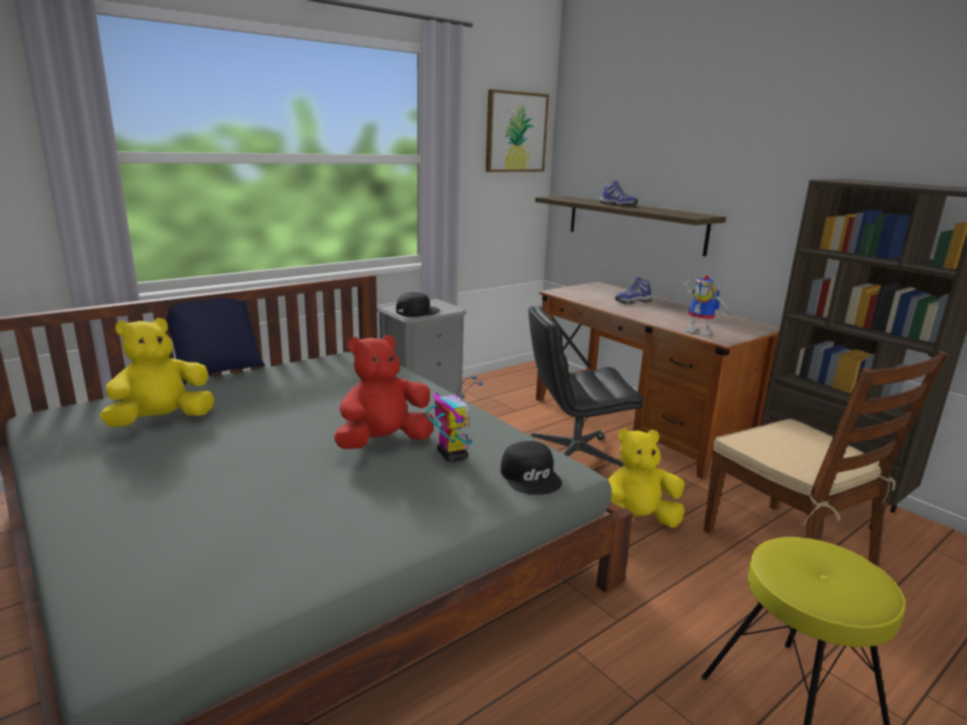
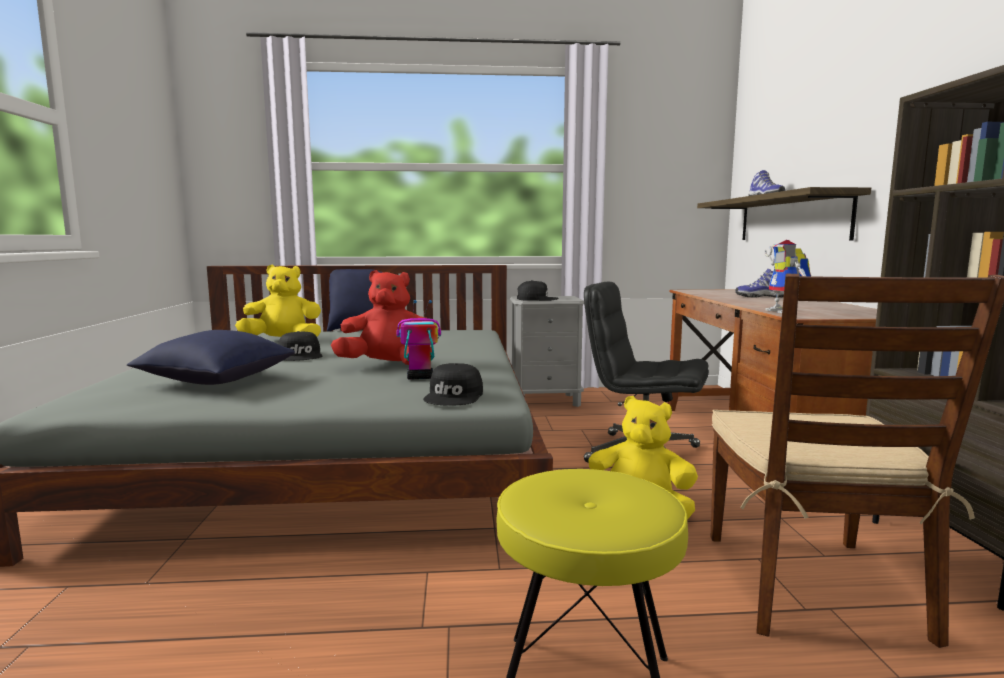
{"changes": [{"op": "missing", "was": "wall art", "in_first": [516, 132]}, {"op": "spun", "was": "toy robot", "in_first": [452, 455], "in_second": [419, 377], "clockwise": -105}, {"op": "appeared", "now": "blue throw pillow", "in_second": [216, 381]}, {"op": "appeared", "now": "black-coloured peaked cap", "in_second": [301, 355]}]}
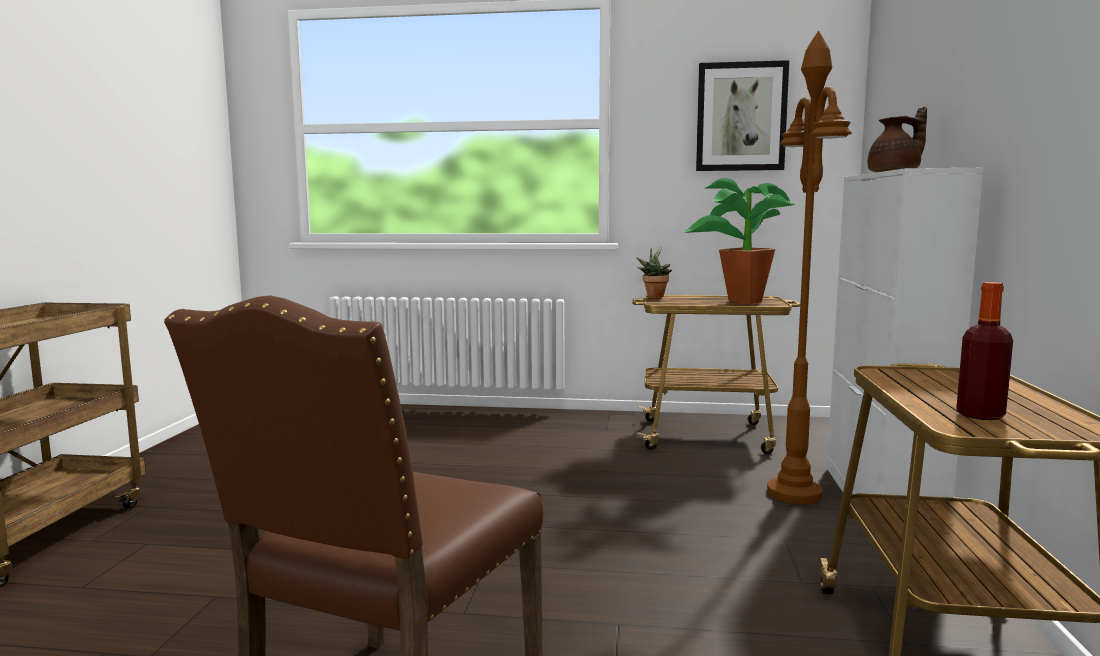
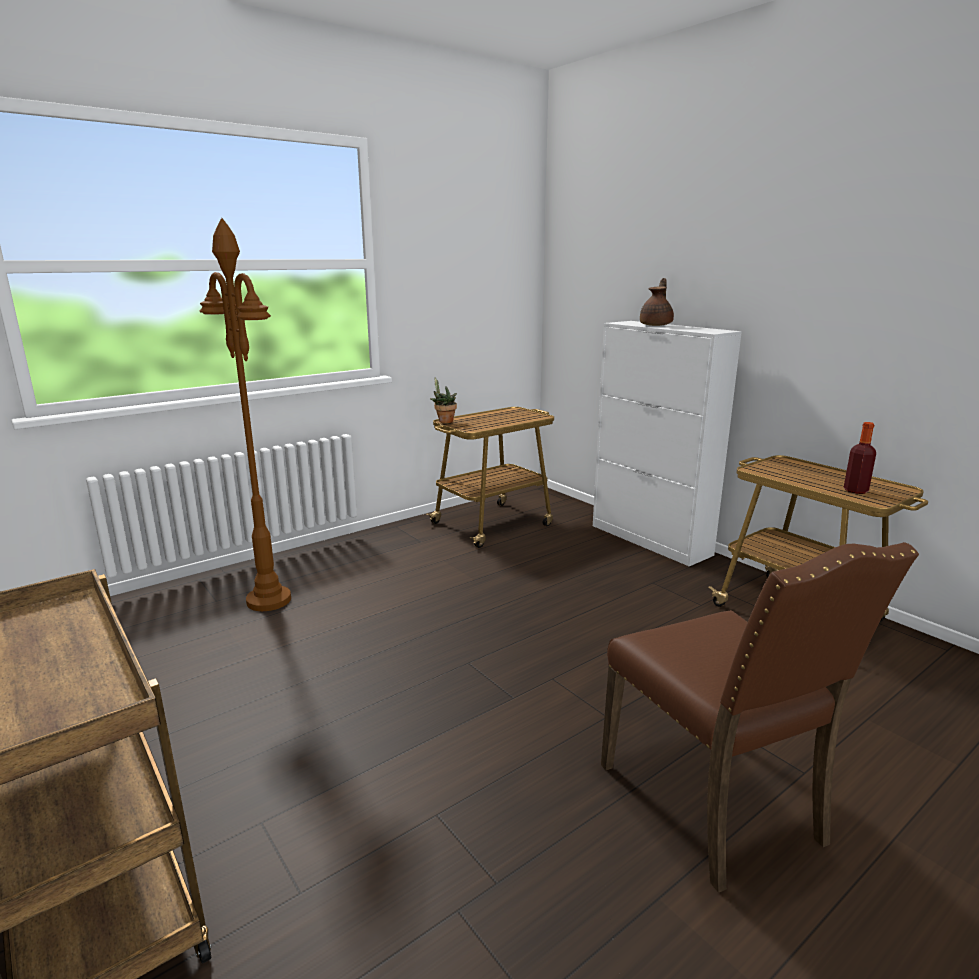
{"changes": [{"op": "relocated", "was": "brownish floor lamp", "in_first": [794, 493], "in_second": [269, 600]}, {"op": "missing", "was": "wall art", "in_first": [741, 117]}, {"op": "missing", "was": "potted plant", "in_first": [738, 302]}]}
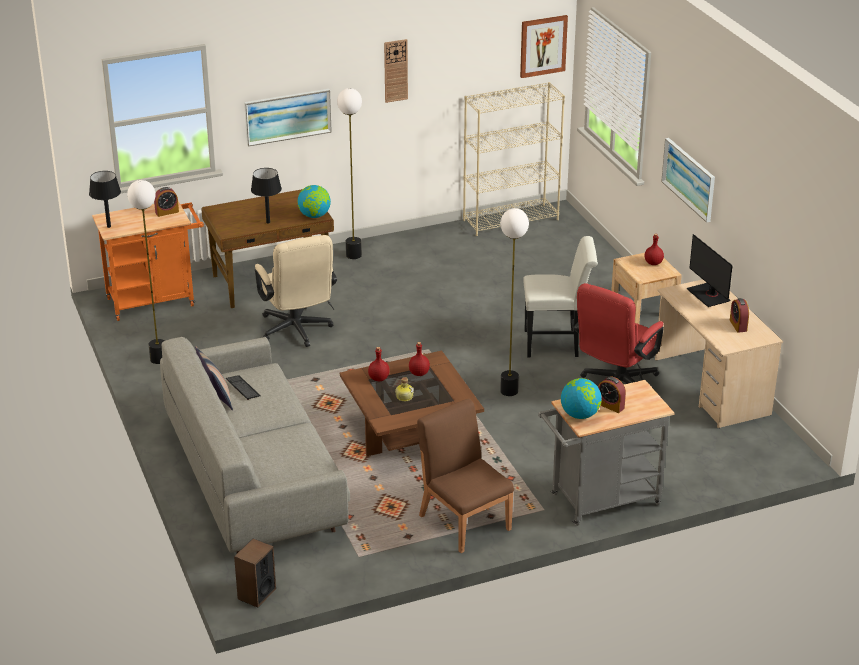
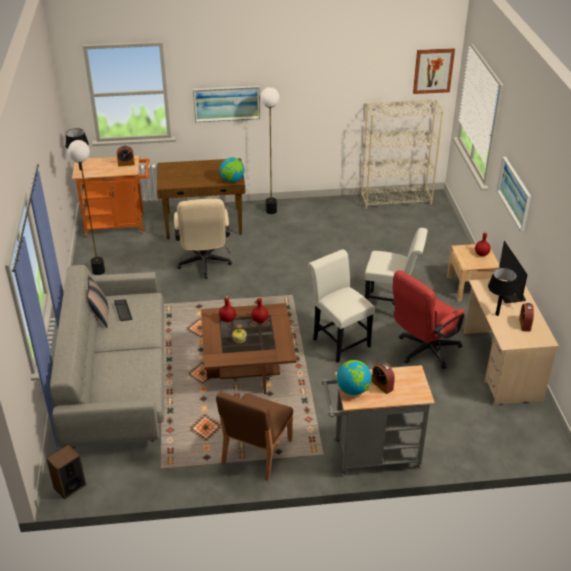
{"changes": [{"op": "missing", "was": "wall clock", "in_first": [395, 70]}, {"op": "relocated", "was": "black-coloured lamp for a table", "in_first": [268, 222], "in_second": [497, 314]}, {"op": "exchanged", "was": "floor lamp", "now": "whitish upright chair", "in_first": [509, 391], "in_second": [338, 340]}, {"op": "spun", "was": "brownish upright chair", "in_first": [464, 521], "in_second": [256, 452], "clockwise": -135}]}
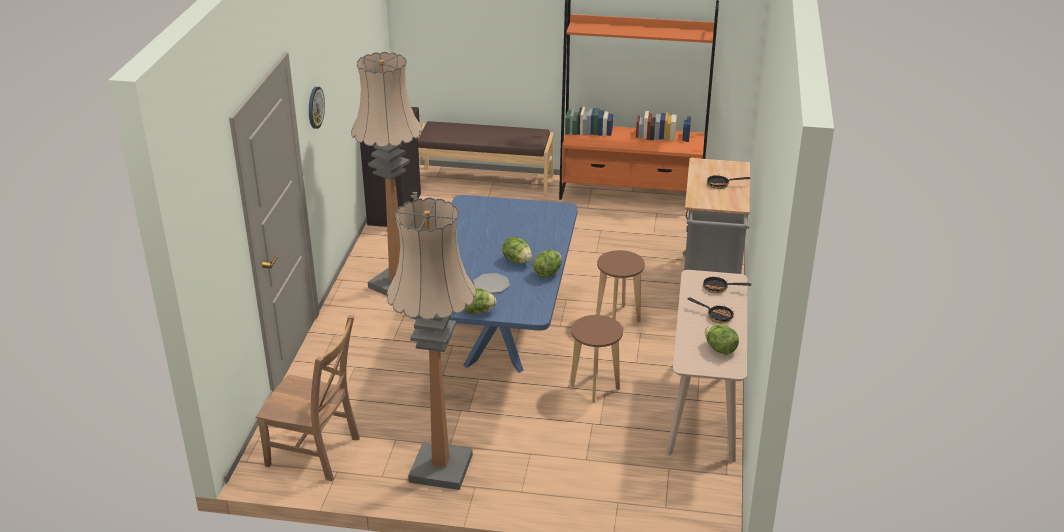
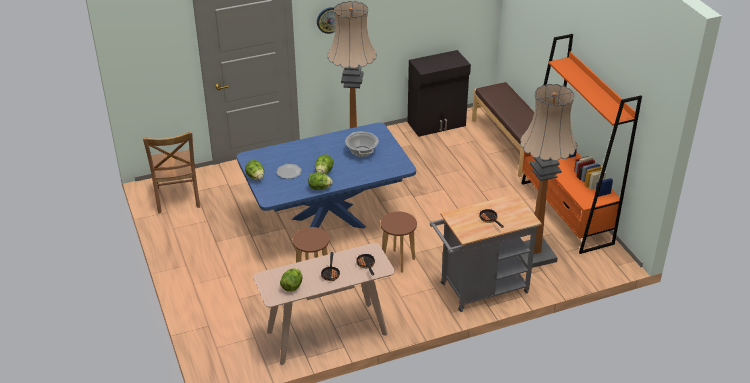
{"changes": [{"op": "relocated", "was": "floor lamp", "in_first": [441, 468], "in_second": [534, 254]}, {"op": "appeared", "now": "cooking pot", "in_second": [361, 151]}]}
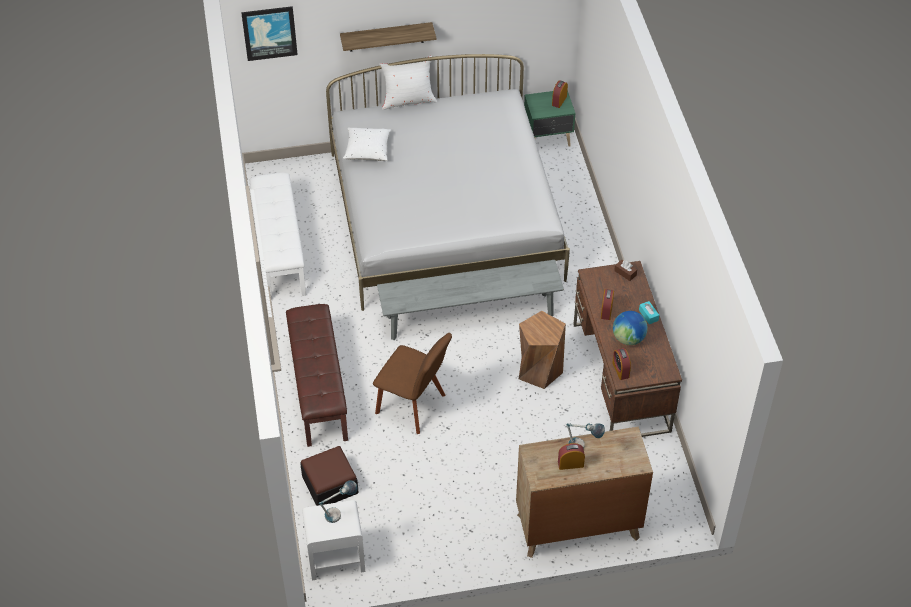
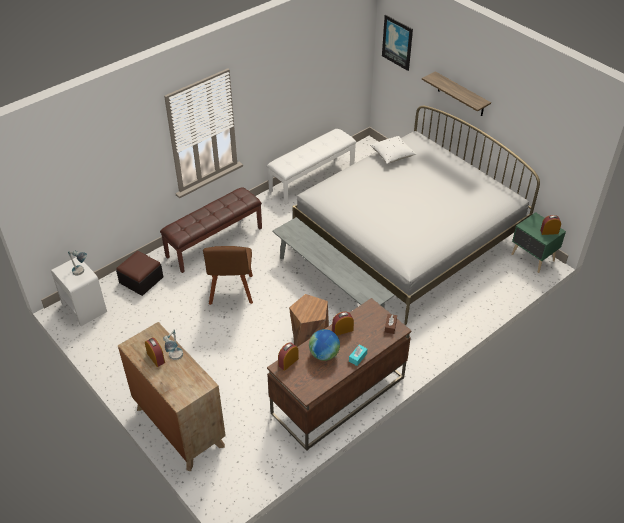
{"changes": [{"op": "missing", "was": "whitish throw pillow", "in_first": [408, 100]}]}
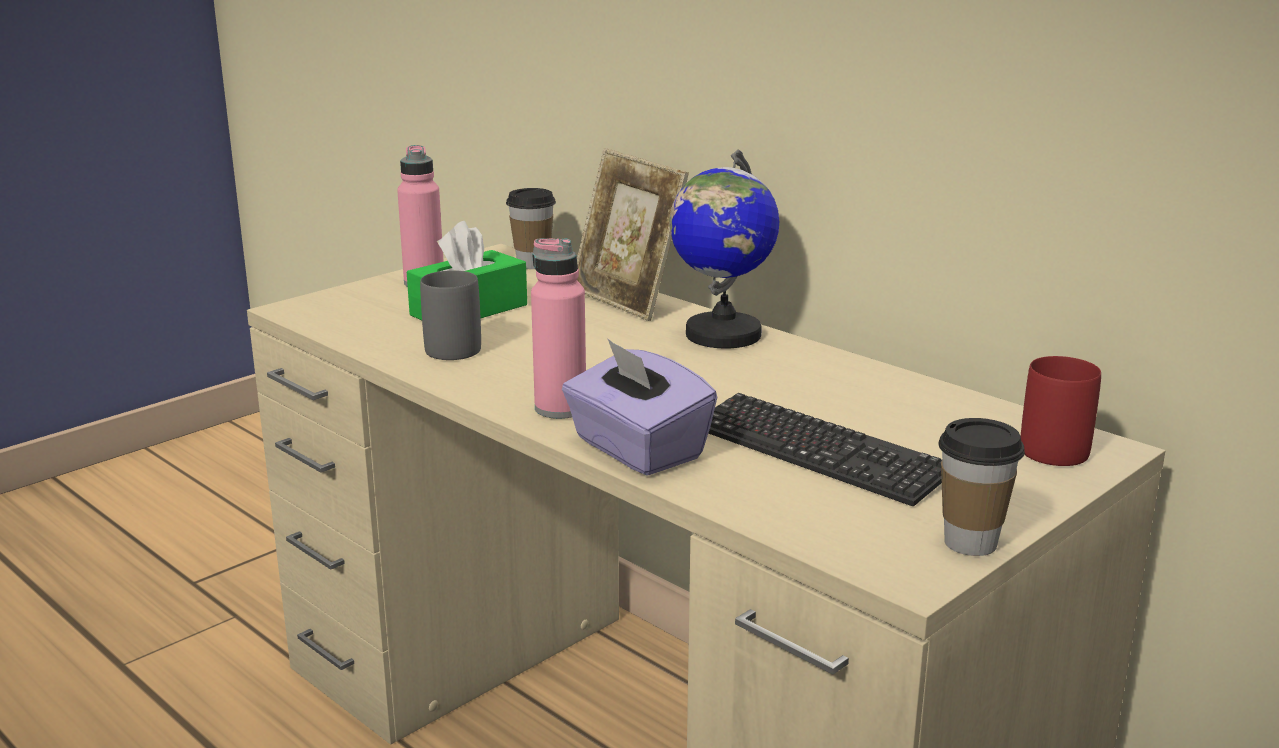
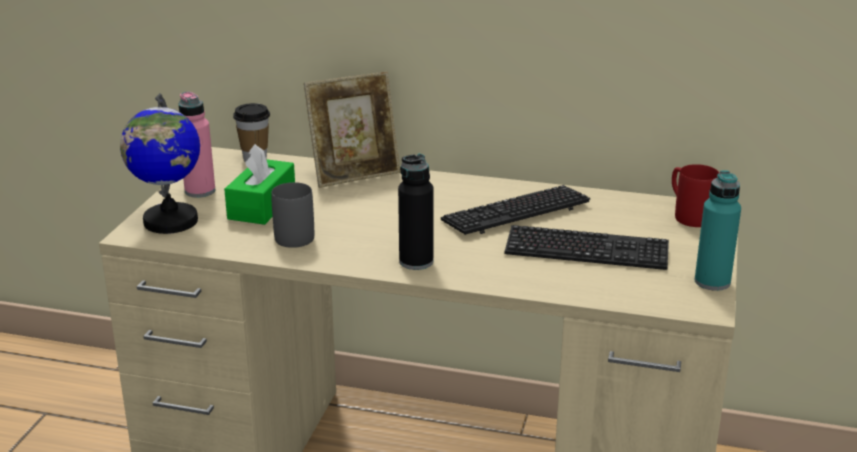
{"changes": [{"op": "spun", "was": "standing frame", "in_first": [626, 300], "in_second": [354, 174], "clockwise": -45}, {"op": "relocated", "was": "globe", "in_first": [722, 335], "in_second": [170, 221]}, {"op": "colour", "was": "pinkish bottle", "now": "black-coloured bottle", "in_first": [560, 408], "in_second": [416, 262]}, {"op": "missing", "was": "purplish tissue box", "in_first": [636, 449]}, {"op": "exchanged", "was": "drinking cup", "now": "turquoise bottle", "in_first": [970, 543], "in_second": [712, 282]}, {"op": "appeared", "now": "computer keyboard", "in_second": [516, 213]}]}
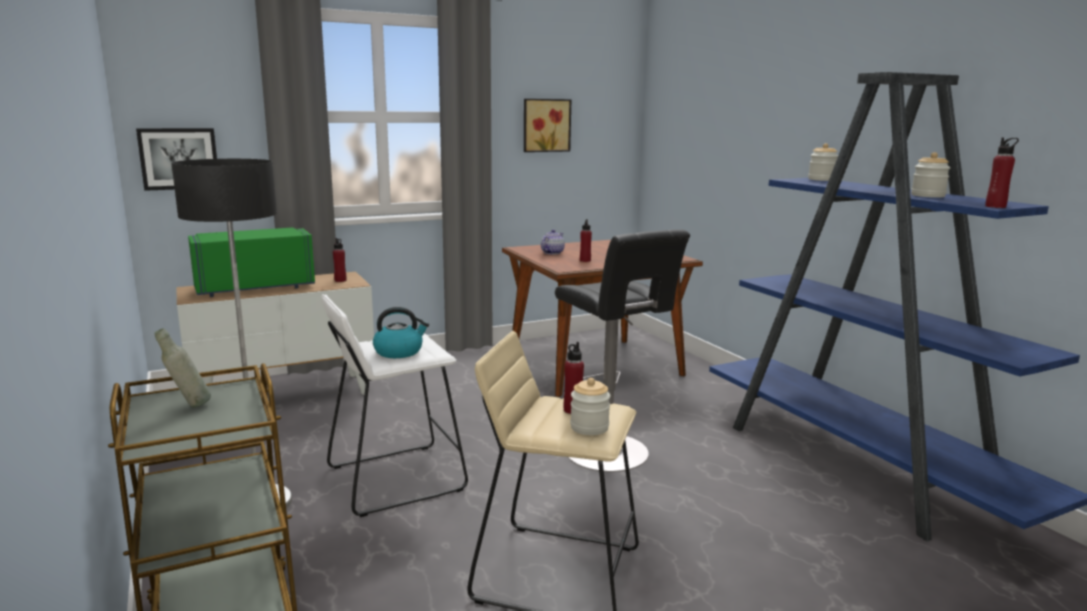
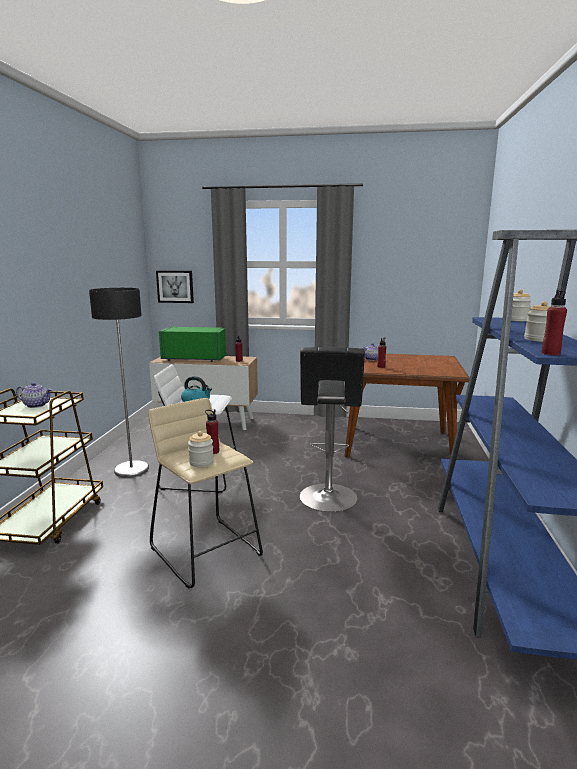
{"changes": [{"op": "missing", "was": "wall art", "in_first": [545, 125]}, {"op": "exchanged", "was": "greyish bottle", "now": "tea pot", "in_first": [188, 407], "in_second": [37, 405]}]}
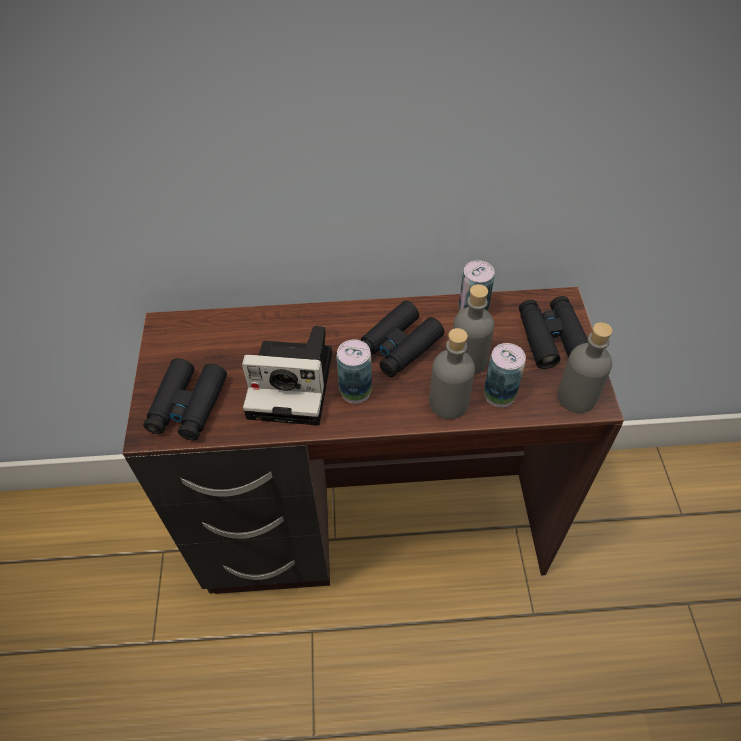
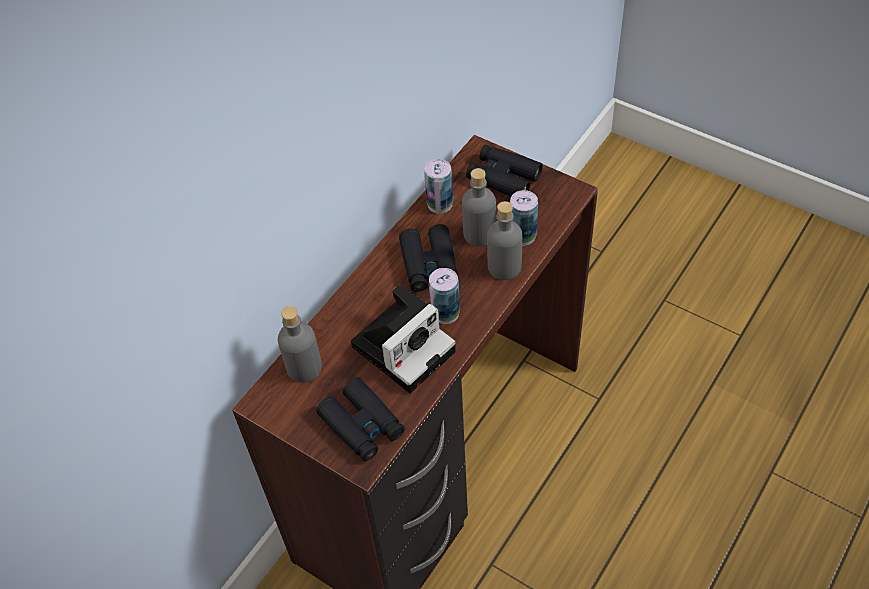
{"changes": [{"op": "relocated", "was": "greyish bottle", "in_first": [576, 397], "in_second": [304, 368]}]}
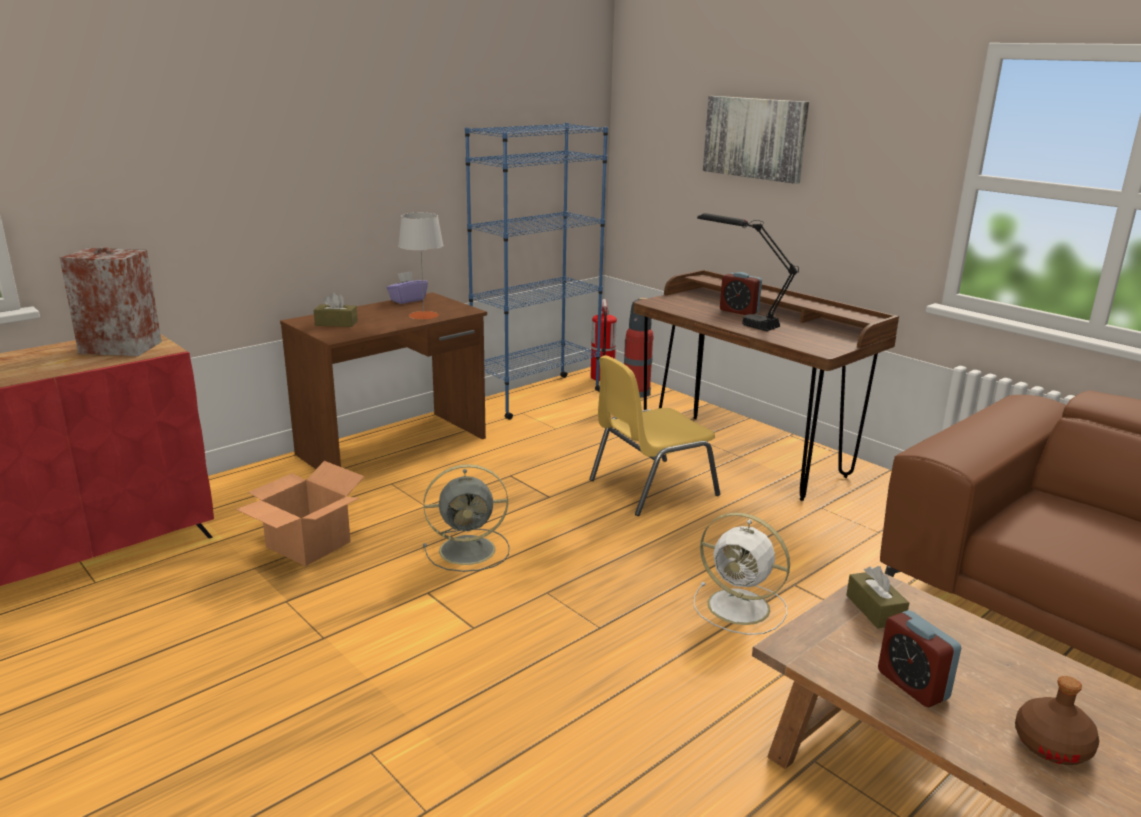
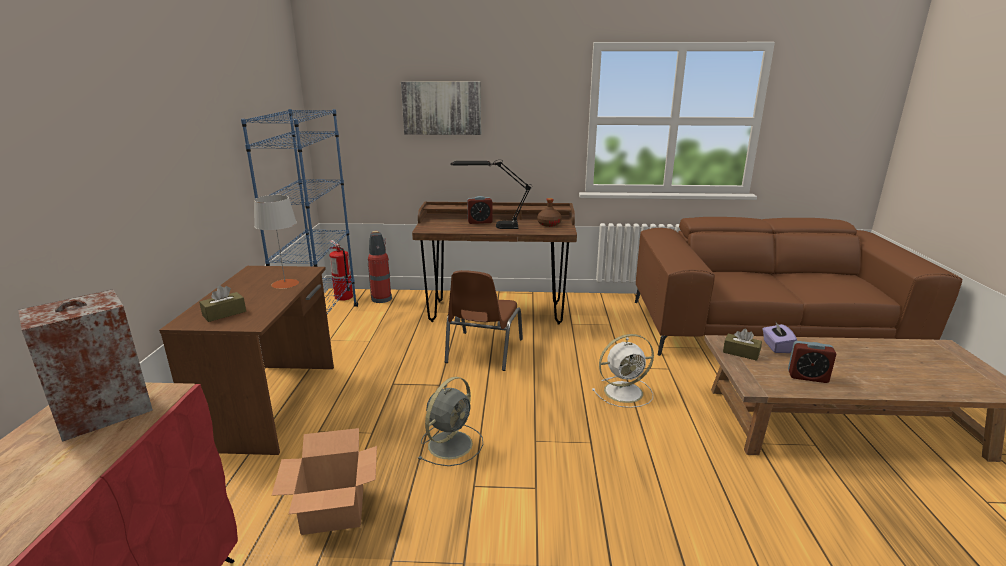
{"changes": [{"op": "relocated", "was": "purplish tissue box", "in_first": [407, 300], "in_second": [776, 347]}, {"op": "colour", "was": "yellow upright chair", "now": "brownish upright chair", "in_first": [650, 487], "in_second": [483, 351]}, {"op": "relocated", "was": "brownish bottle", "in_first": [1052, 745], "in_second": [549, 224]}]}
